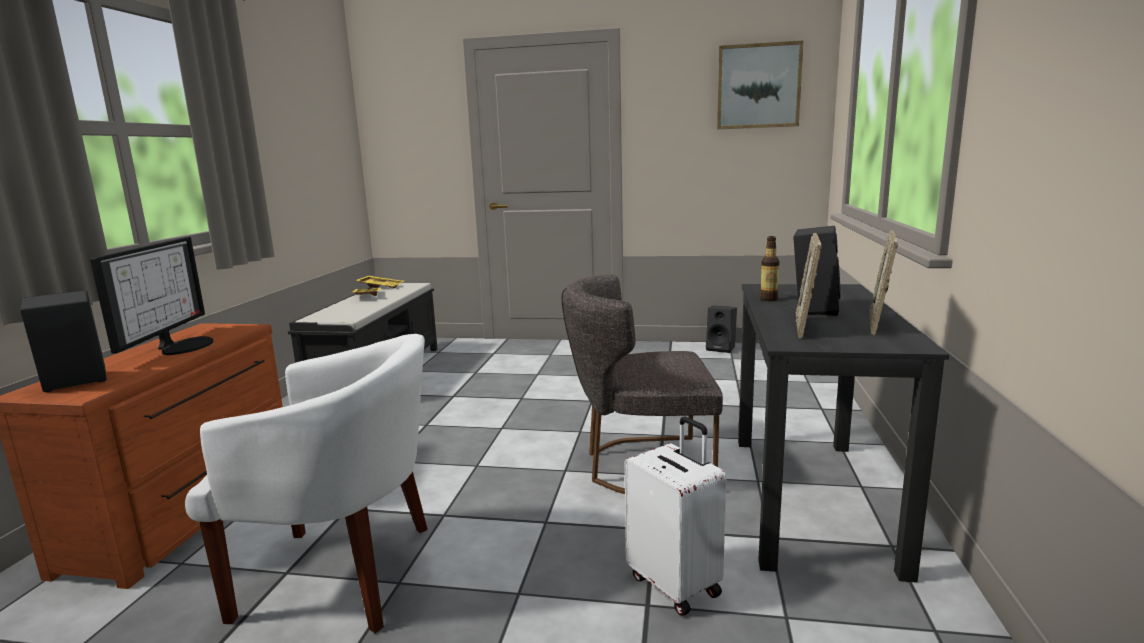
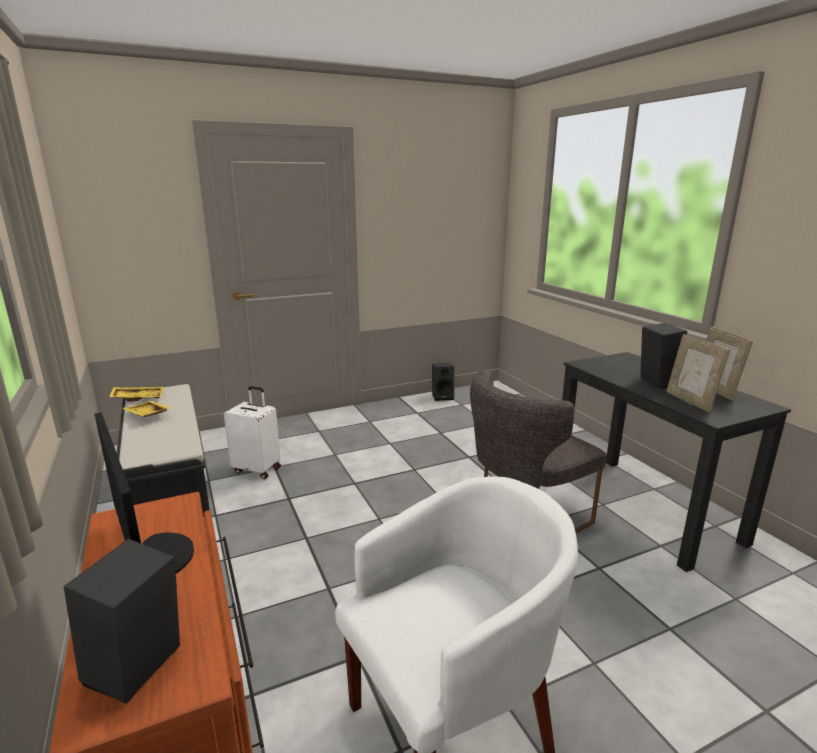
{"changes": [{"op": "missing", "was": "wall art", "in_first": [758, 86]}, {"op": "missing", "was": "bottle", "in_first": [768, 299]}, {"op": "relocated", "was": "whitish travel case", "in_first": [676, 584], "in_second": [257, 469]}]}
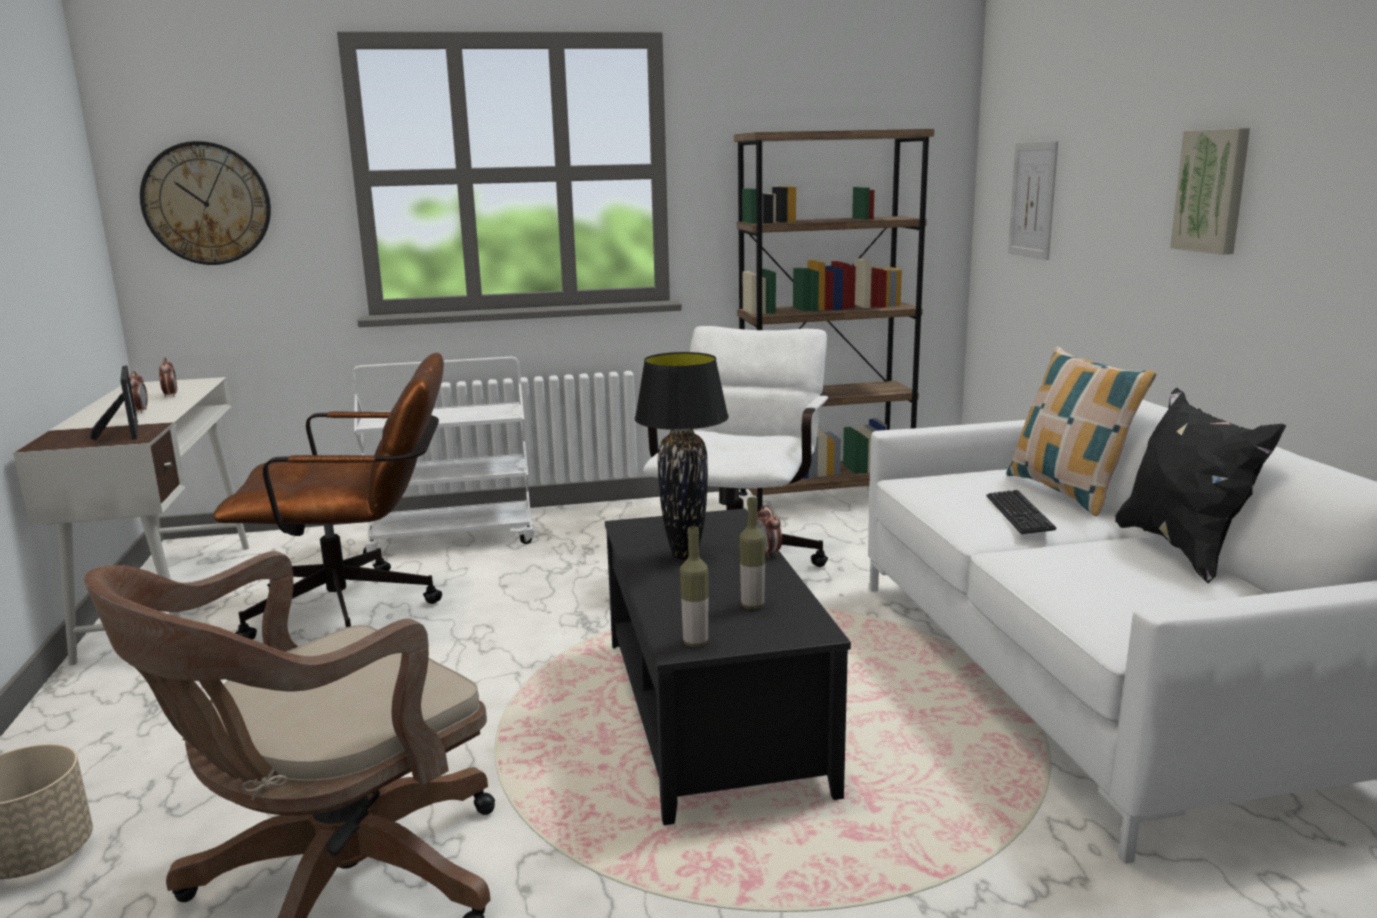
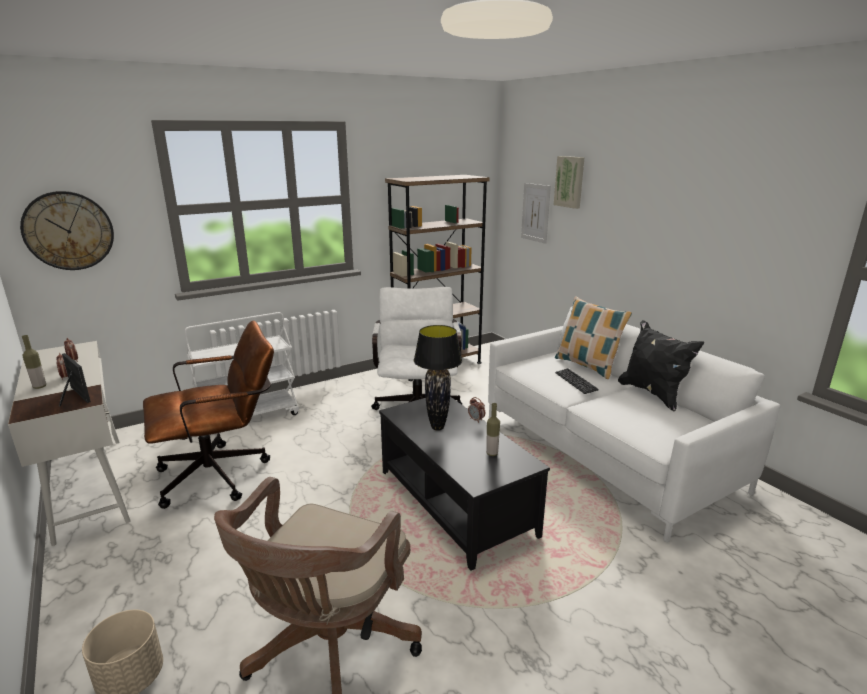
{"changes": [{"op": "relocated", "was": "wall art", "in_first": [1213, 191], "in_second": [570, 182]}, {"op": "relocated", "was": "bottle", "in_first": [695, 642], "in_second": [39, 387]}]}
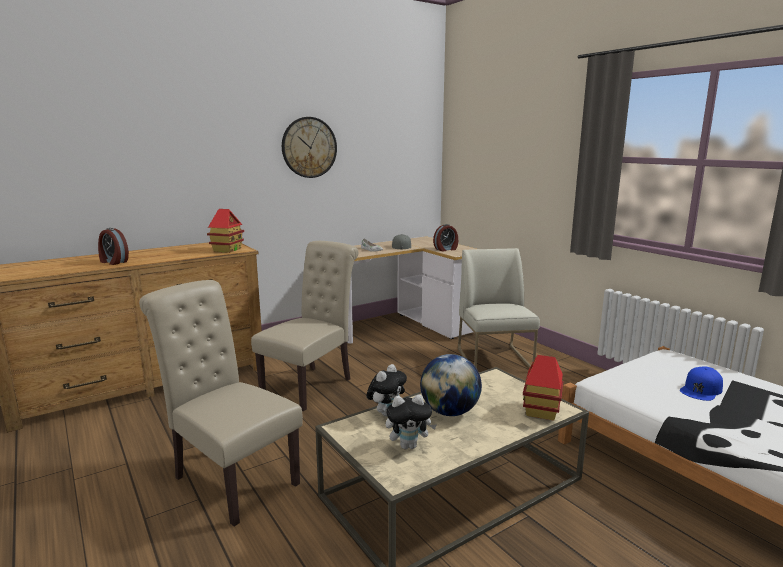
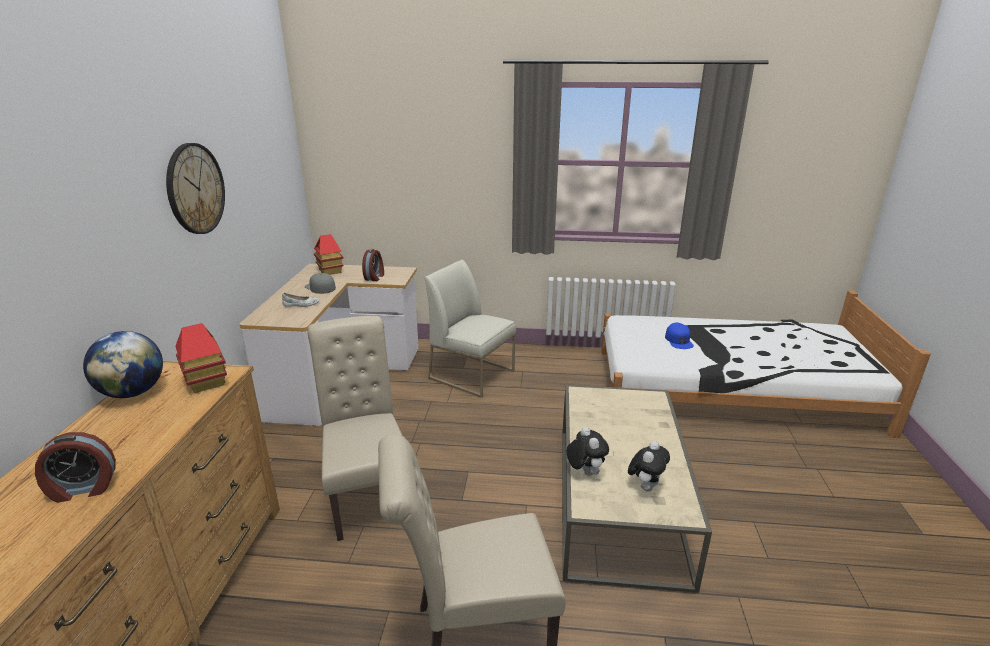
{"changes": [{"op": "relocated", "was": "globe", "in_first": [449, 412], "in_second": [133, 392]}, {"op": "relocated", "was": "model house", "in_first": [541, 411], "in_second": [330, 271]}]}
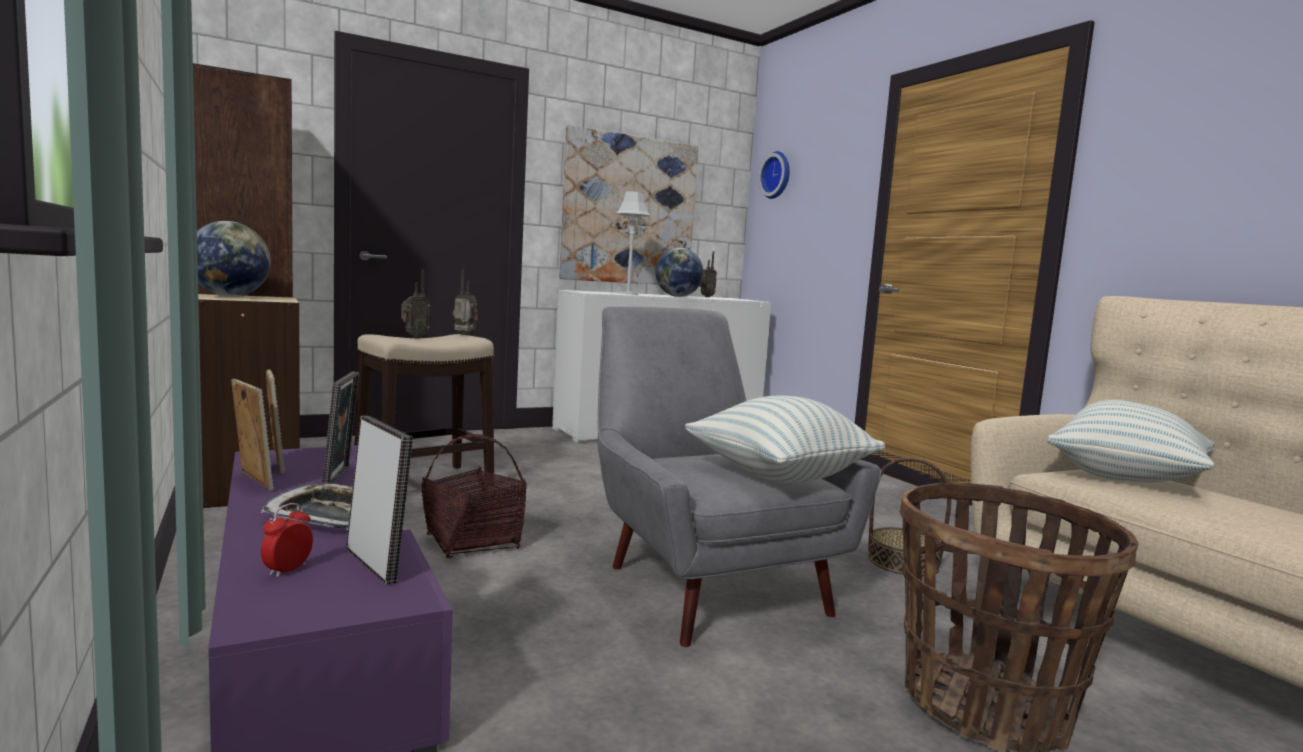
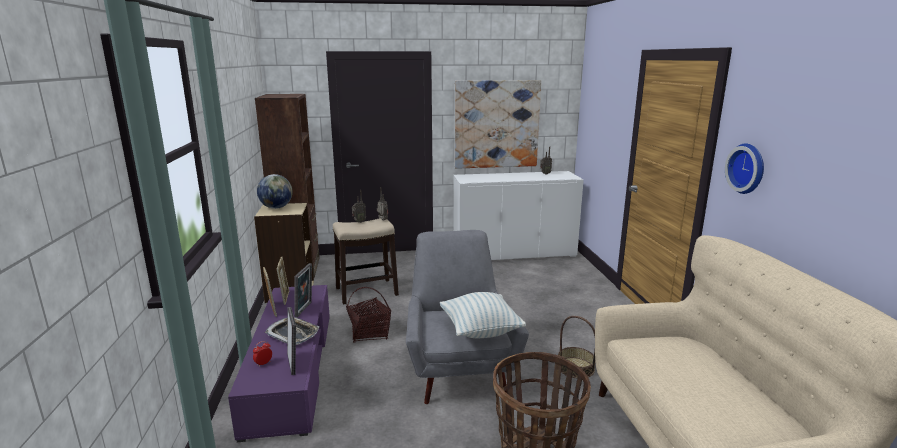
{"changes": [{"op": "relocated", "was": "wall clock", "in_first": [777, 175], "in_second": [748, 168]}, {"op": "missing", "was": "greyish lamp for a table", "in_first": [628, 294]}, {"op": "missing", "was": "globe", "in_first": [677, 296]}, {"op": "missing", "was": "throw pillow", "in_first": [1126, 479]}]}
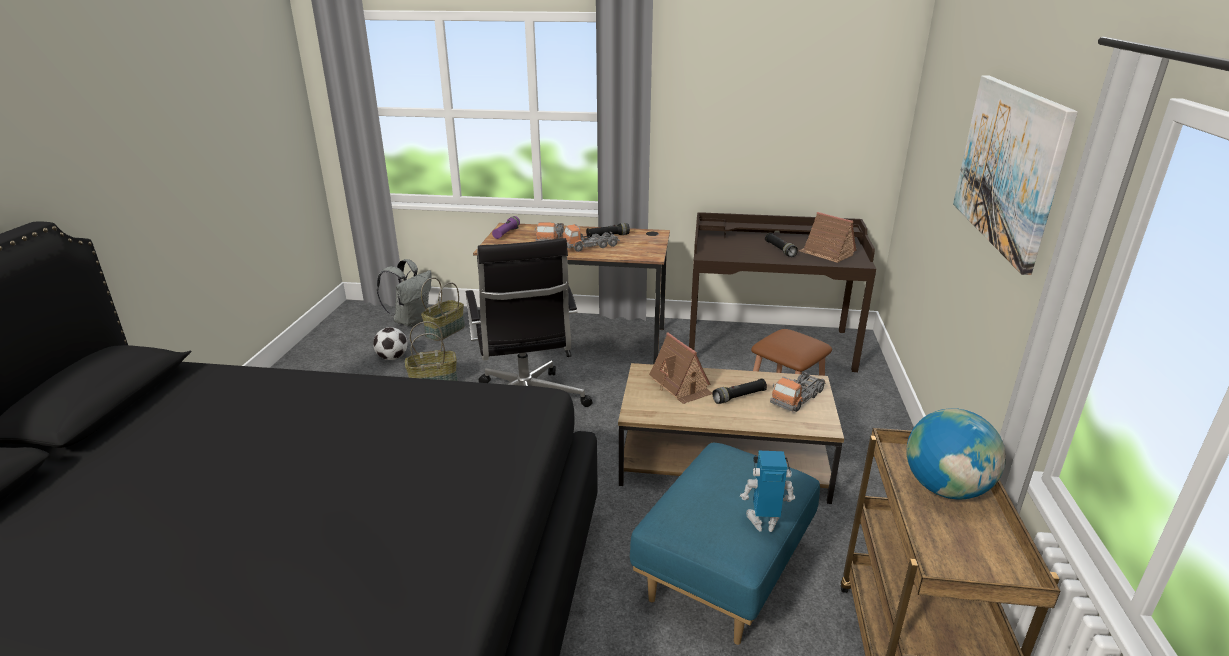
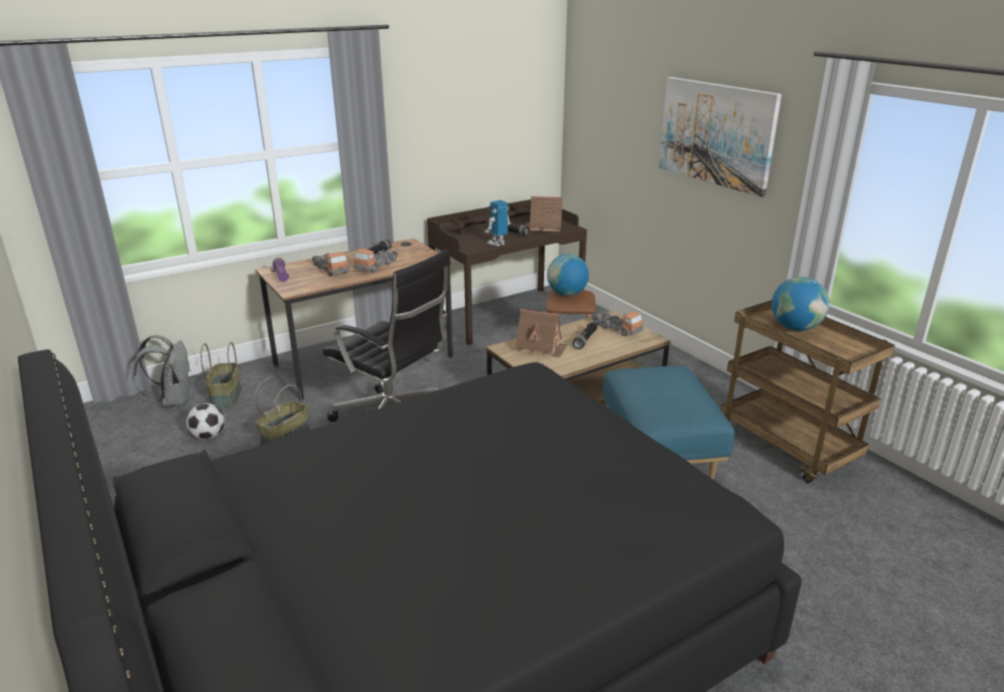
{"changes": [{"op": "spun", "was": "toy truck", "in_first": [797, 398], "in_second": [616, 328], "clockwise": -45}, {"op": "relocated", "was": "toy robot", "in_first": [763, 522], "in_second": [497, 243]}, {"op": "appeared", "now": "globe", "in_second": [567, 294]}]}
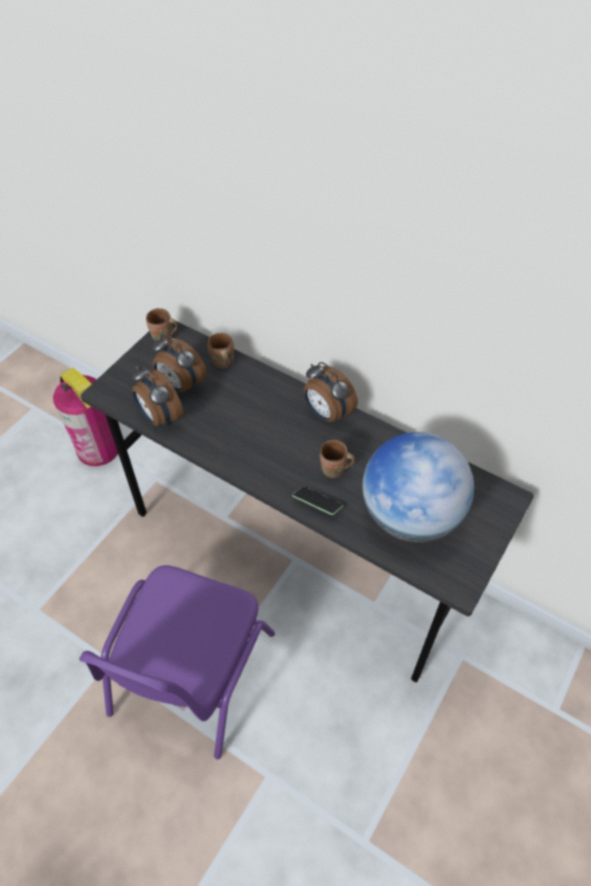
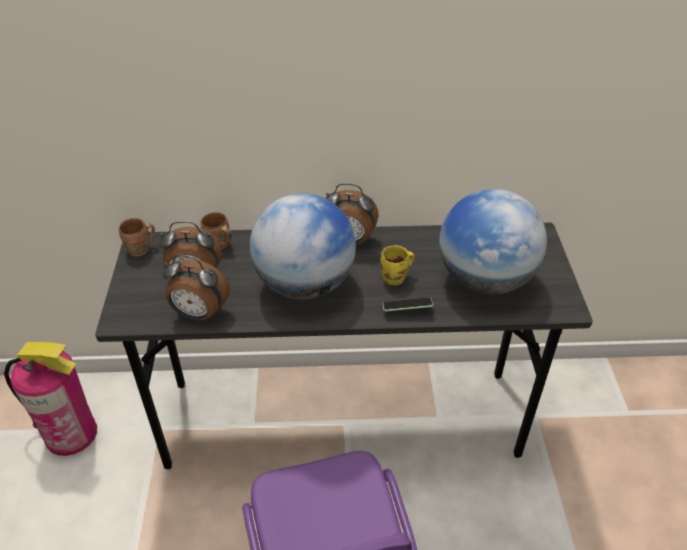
{"changes": [{"op": "colour", "was": "brownish tea mug", "now": "yellow tea mug", "in_first": [334, 470], "in_second": [396, 278]}, {"op": "appeared", "now": "globe", "in_second": [304, 284]}]}
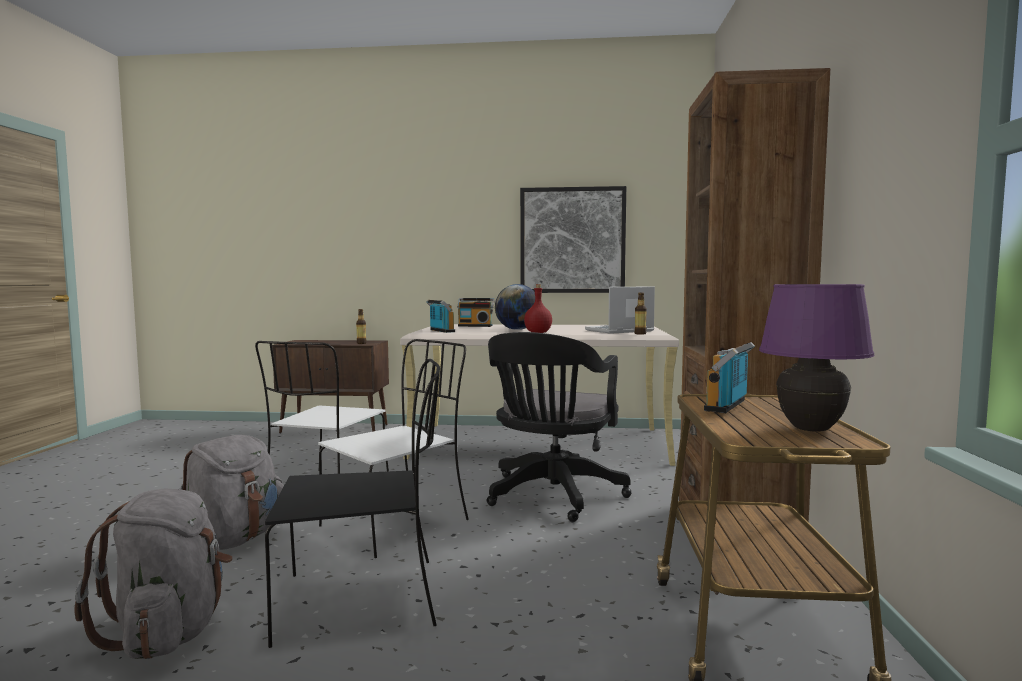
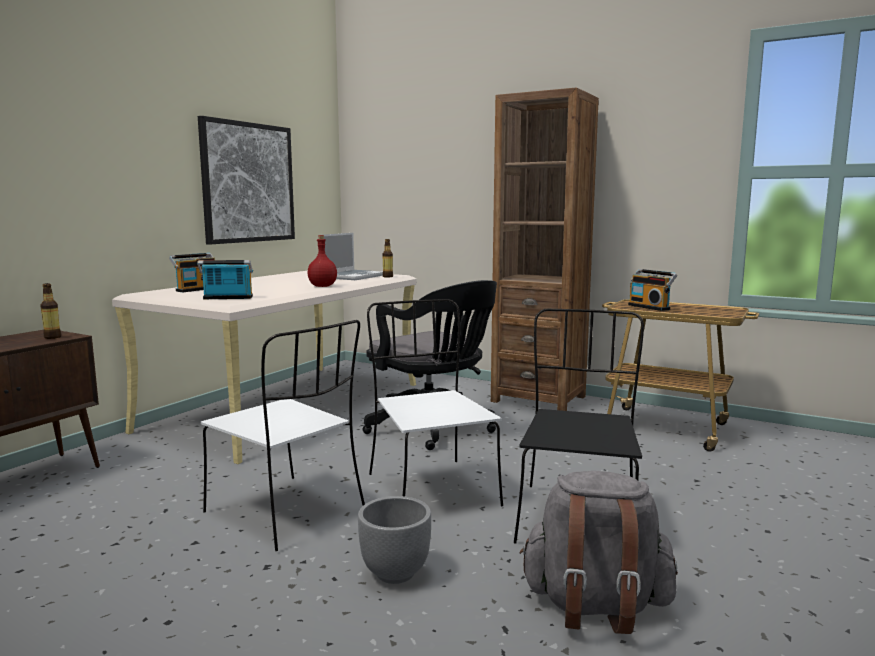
{"changes": [{"op": "missing", "was": "globe", "in_first": [517, 329]}, {"op": "missing", "was": "purplish lamp for a table", "in_first": [810, 429]}, {"op": "spun", "was": "notebook computer", "in_first": [619, 331], "in_second": [353, 276], "clockwise": -150}, {"op": "exchanged", "was": "greyish knapsack", "now": "greyish flower pot", "in_first": [233, 540], "in_second": [394, 573]}]}
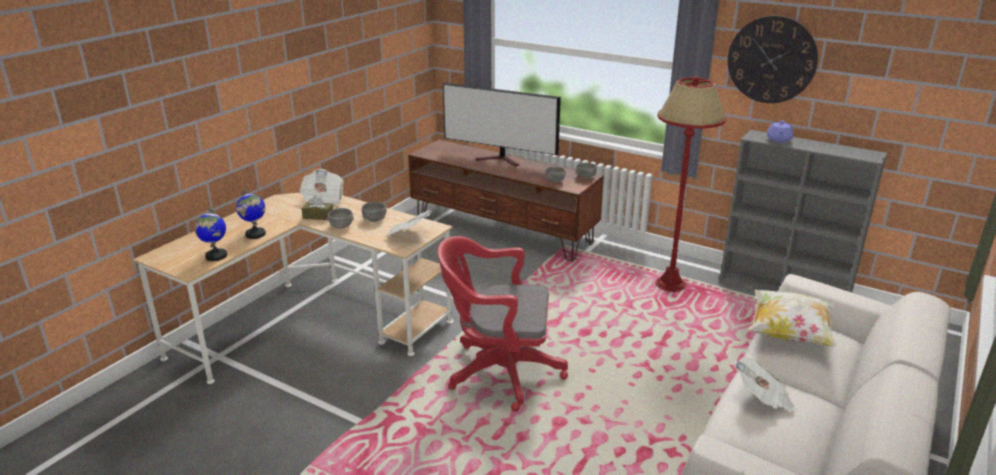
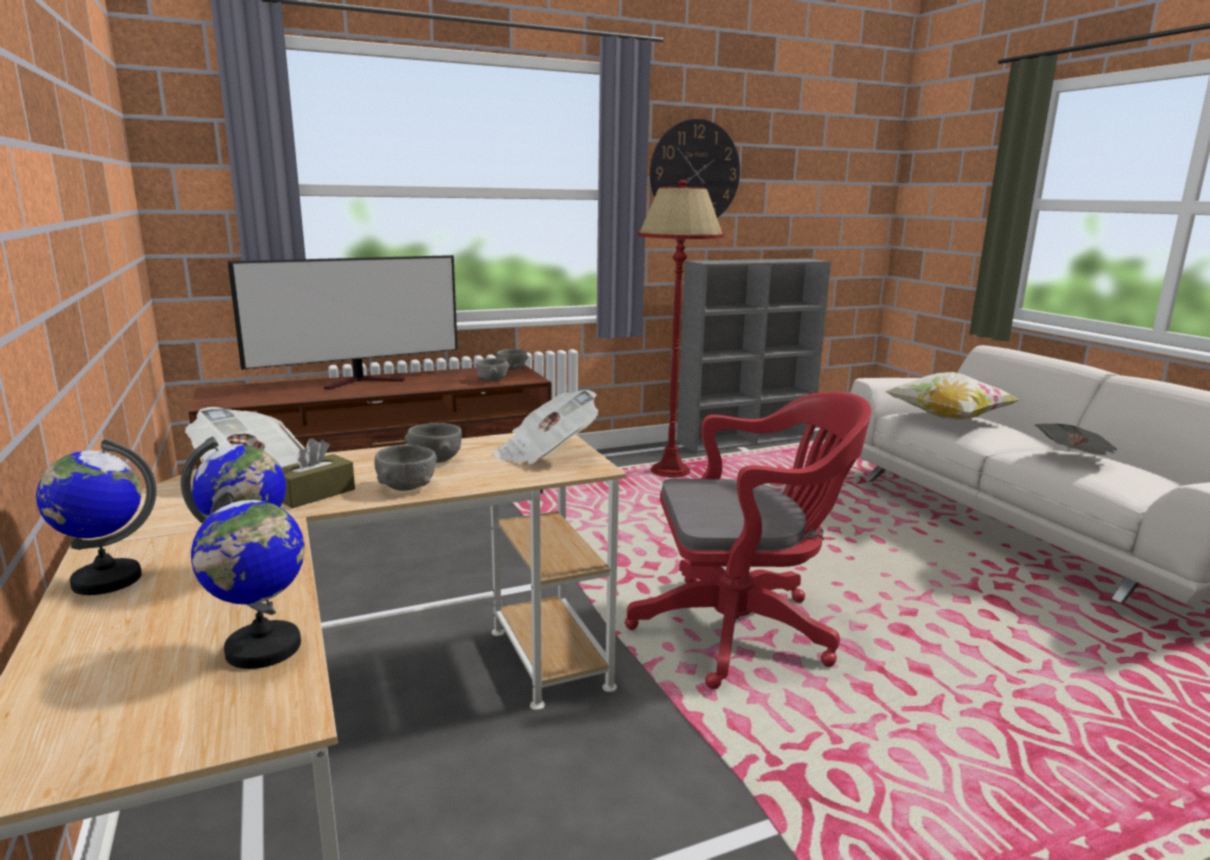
{"changes": [{"op": "missing", "was": "purplish tea pot", "in_first": [779, 140]}, {"op": "spun", "was": "reddish computer chair", "in_first": [498, 372], "in_second": [742, 630], "clockwise": -135}, {"op": "appeared", "now": "globe", "in_second": [106, 580]}]}
